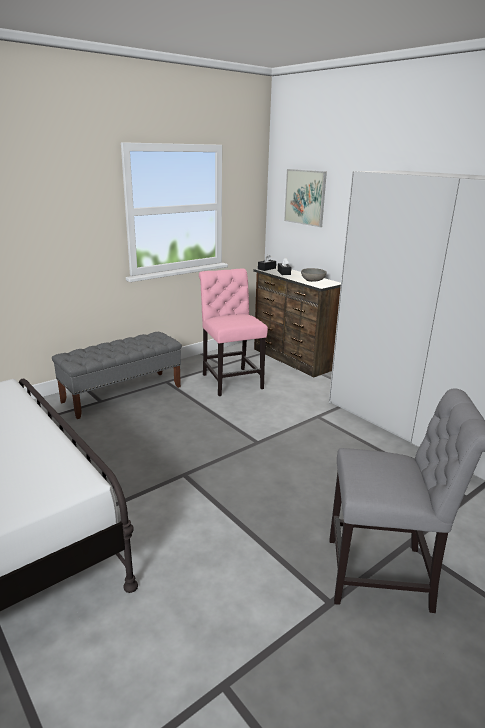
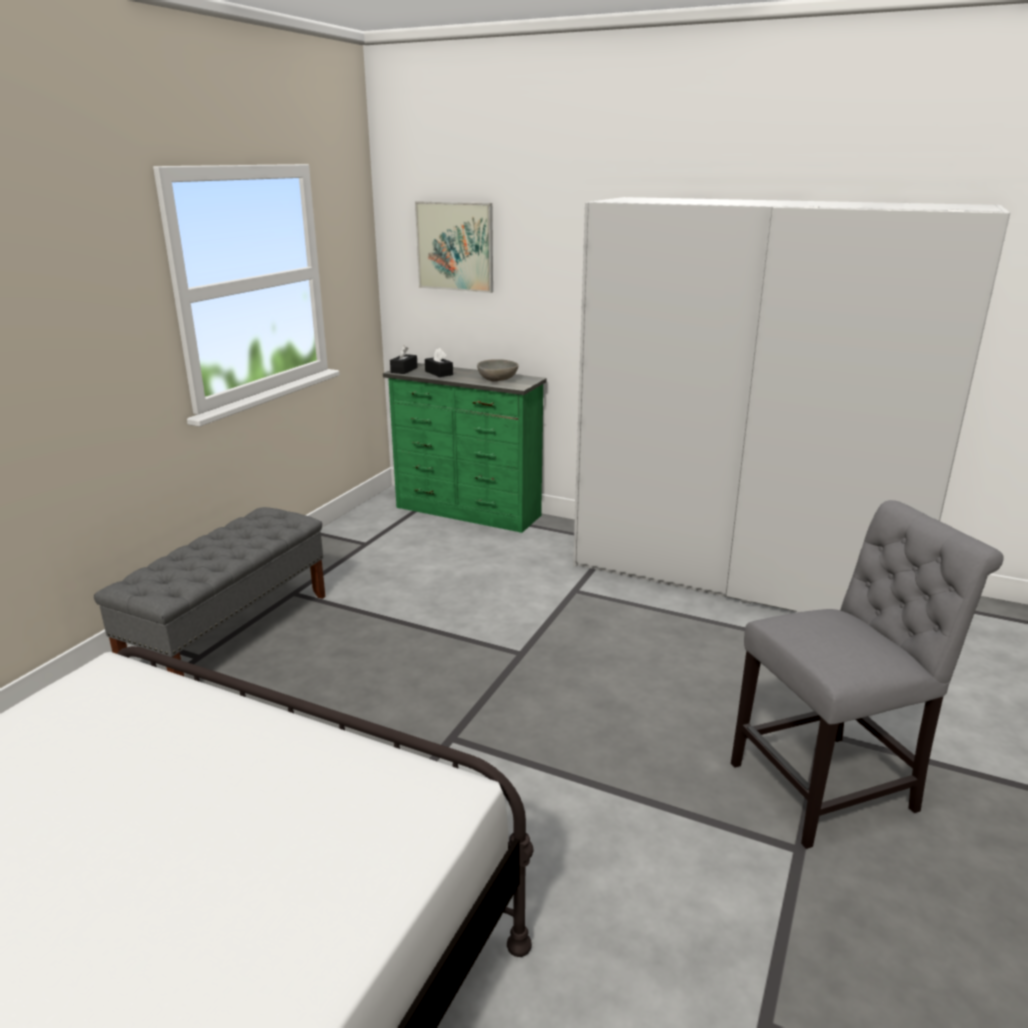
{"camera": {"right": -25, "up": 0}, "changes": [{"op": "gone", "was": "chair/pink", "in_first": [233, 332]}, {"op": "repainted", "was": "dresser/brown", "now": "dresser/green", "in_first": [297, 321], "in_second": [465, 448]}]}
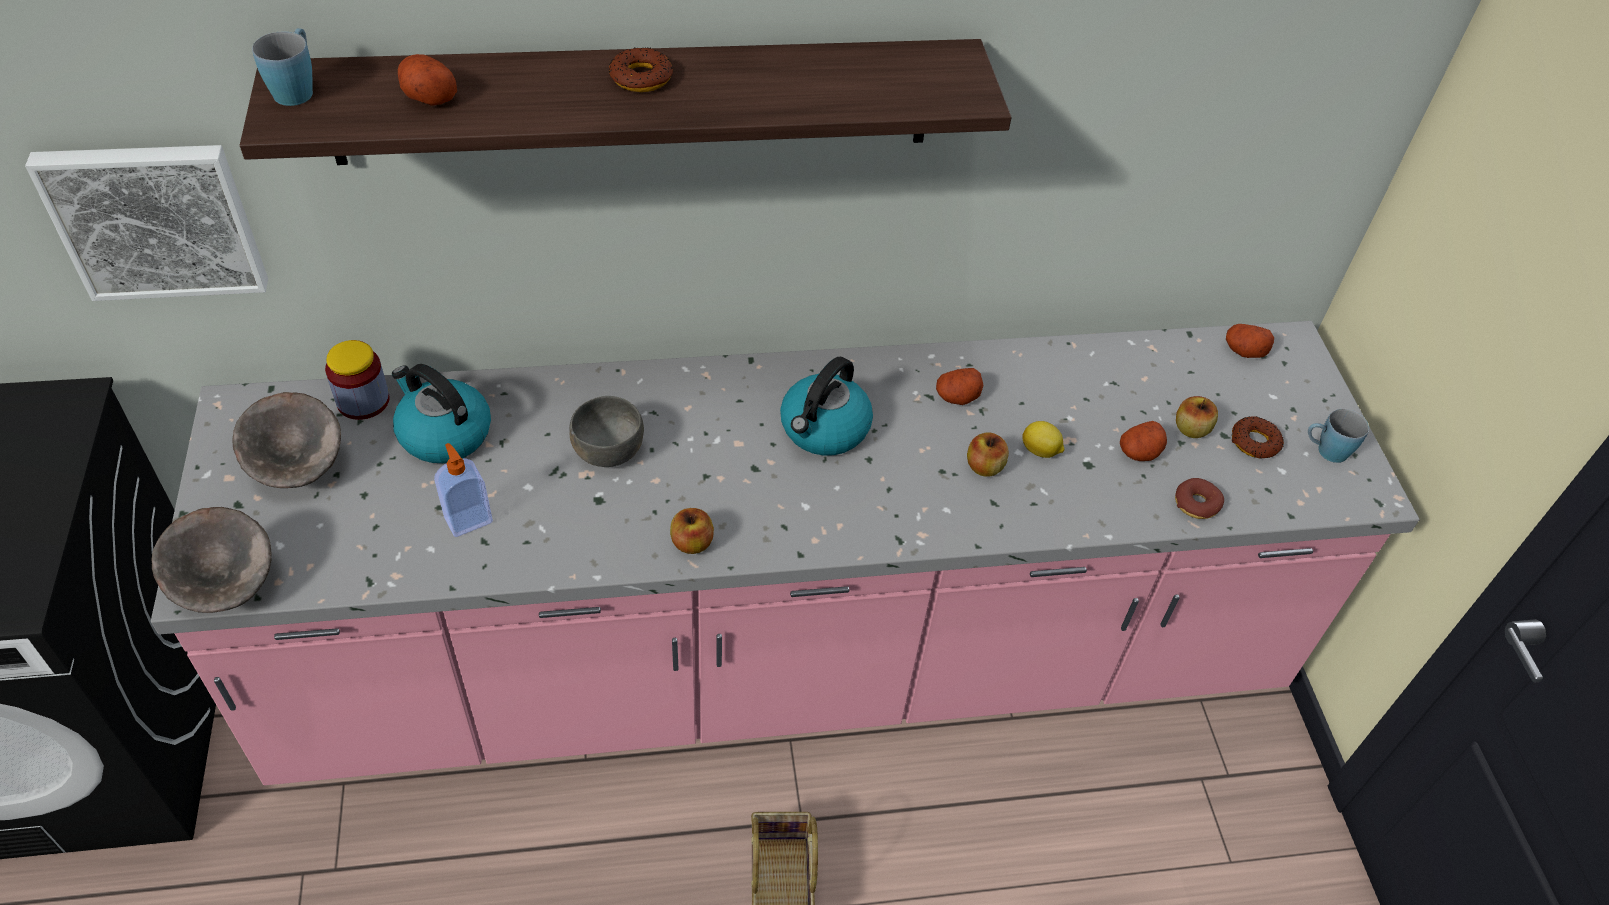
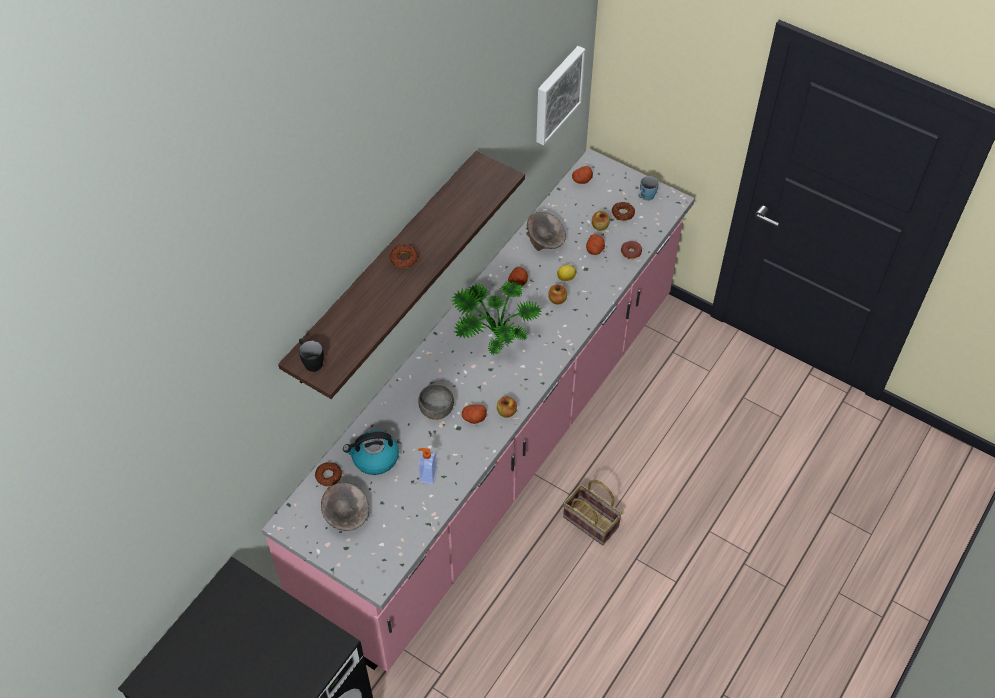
{"camera": {"right": -45, "up": 5}, "changes": [{"op": "shifted", "was": "picture", "in_first": [146, 223], "in_second": [560, 95]}, {"op": "shifted", "was": "bowl/grey", "in_first": [211, 560], "in_second": [546, 231]}, {"op": "shifted", "was": "potato", "in_first": [427, 80], "in_second": [474, 414]}, {"op": "swapped", "was": "jar", "now": "donut", "in_first": [357, 380], "in_second": [328, 474]}, {"op": "swapped", "was": "kettle", "now": "potted plant", "in_first": [826, 406], "in_second": [497, 318]}, {"op": "repainted", "was": "mug/blue", "now": "mug/black", "in_first": [282, 67], "in_second": [311, 355]}]}
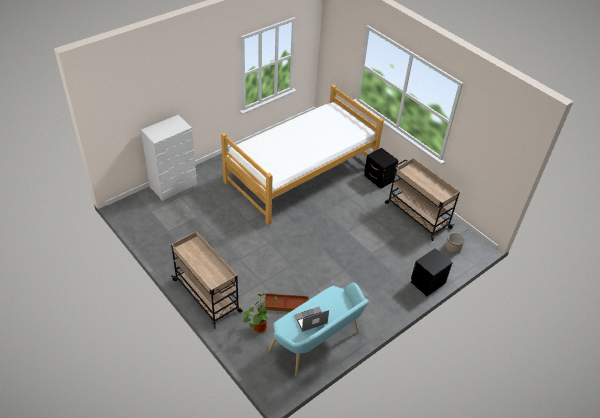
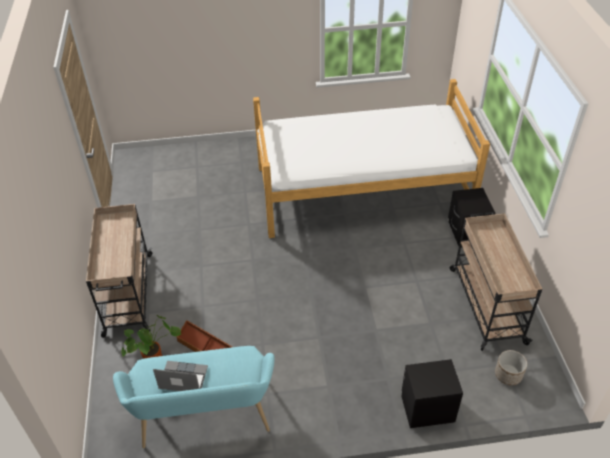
{"camera": {"right": 35, "up": 0}, "changes": [{"op": "gone", "was": "dresser/white", "in_first": [169, 158]}]}
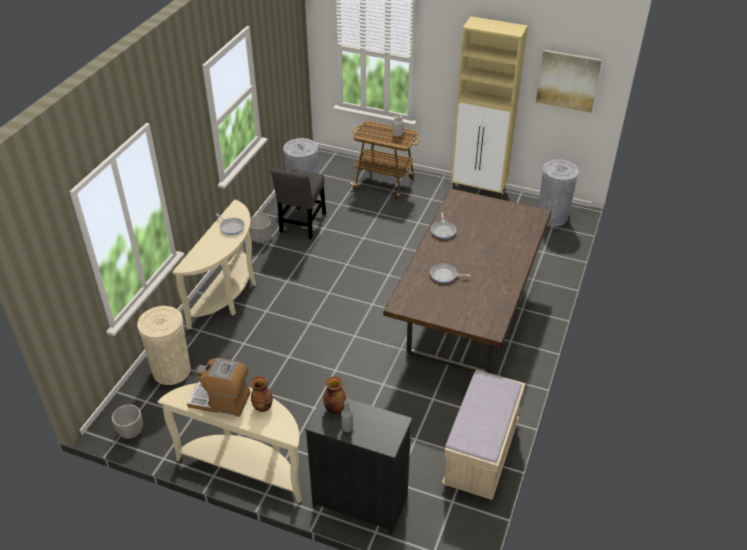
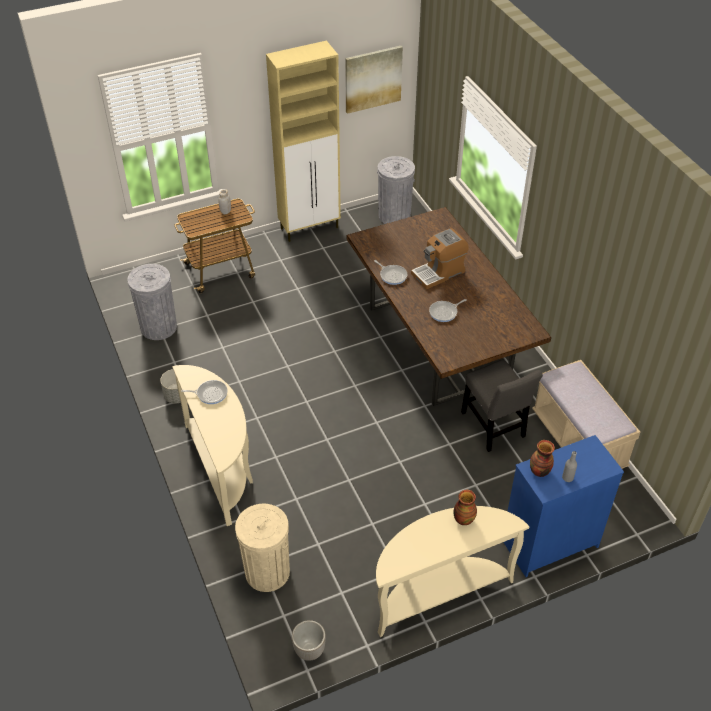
{"camera": {"right": -45, "up": 5}, "changes": [{"op": "shifted", "was": "coffee machine", "in_first": [218, 387], "in_second": [440, 258]}, {"op": "shifted", "was": "chair/grey", "in_first": [298, 203], "in_second": [502, 406]}, {"op": "repainted", "was": "dresser/black", "now": "dresser/blue", "in_first": [358, 465], "in_second": [563, 506]}]}
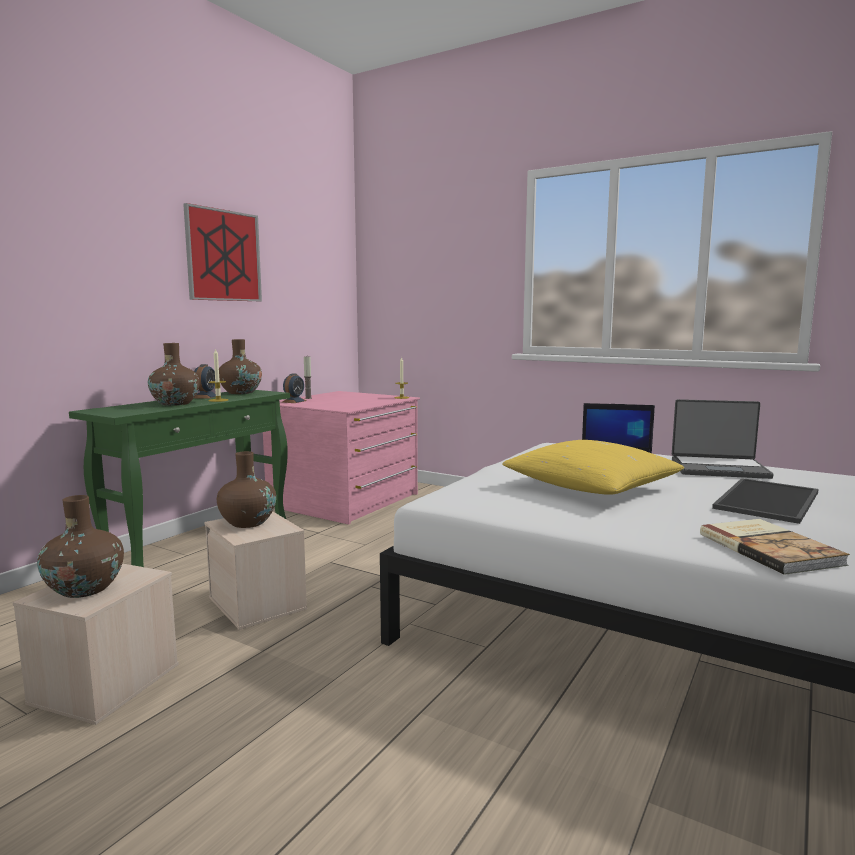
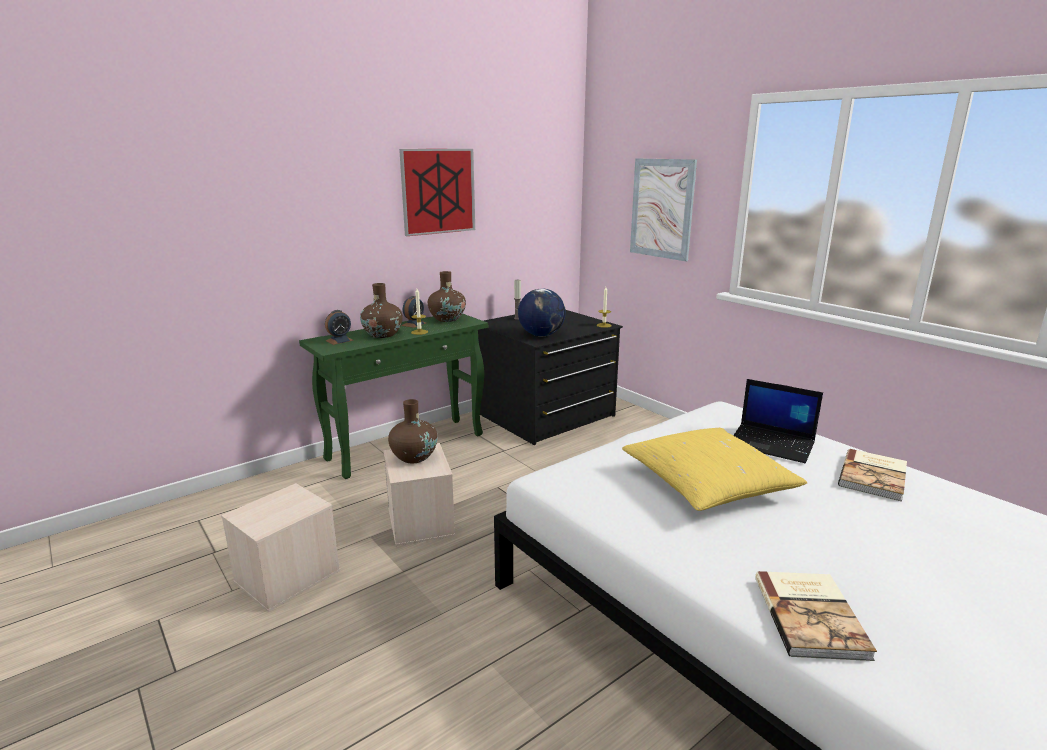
{"camera": {"right": 20, "up": 10}, "changes": [{"op": "gone", "was": "vase/brown", "in_first": [80, 546]}, {"op": "gone", "was": "tray", "in_first": [765, 501]}, {"op": "new", "now": "globe", "in_second": [542, 312]}, {"op": "new", "now": "picture", "in_second": [663, 209]}, {"op": "shifted", "was": "alarm clock", "in_first": [294, 388], "in_second": [339, 327]}, {"op": "swapped", "was": "laptop", "now": "book", "in_first": [723, 439], "in_second": [872, 475]}, {"op": "repainted", "was": "dresser/pink", "now": "dresser/black", "in_first": [341, 458], "in_second": [550, 377]}]}
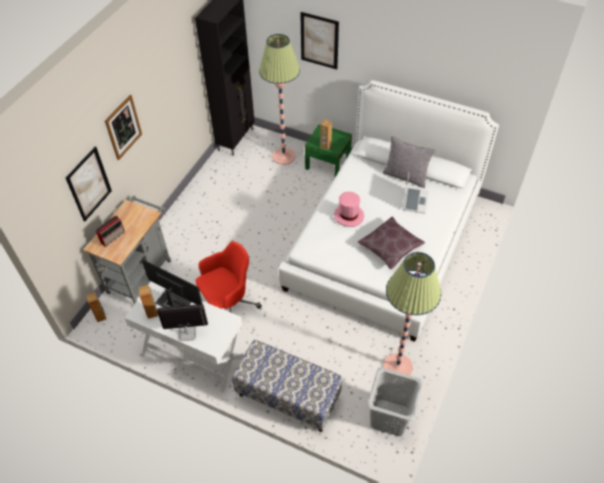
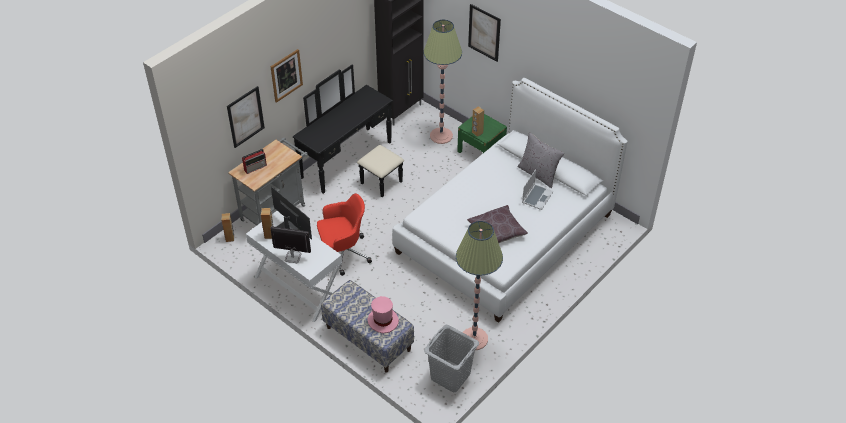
{"camera": {"right": 15, "up": -5}, "changes": [{"op": "new", "now": "dresser/black", "in_second": [348, 130]}, {"op": "shifted", "was": "hat/pink", "in_first": [349, 209], "in_second": [383, 315]}]}
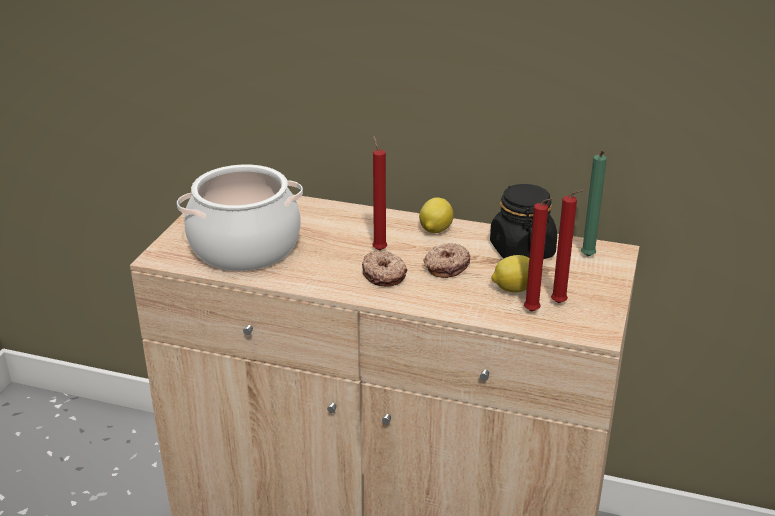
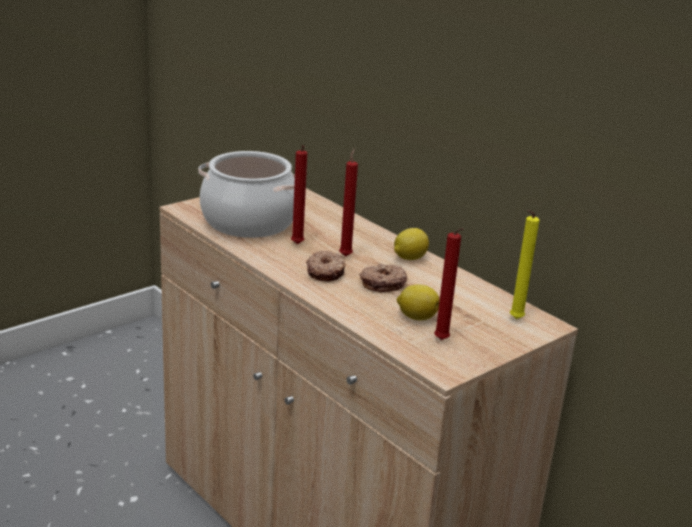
{"camera": {"right": 30, "up": -5}, "changes": [{"op": "gone", "was": "jar/black", "in_first": [523, 221]}, {"op": "shifted", "was": "candle/red", "in_first": [538, 255], "in_second": [299, 194]}, {"op": "repainted", "was": "candle/green", "now": "candle/yellow", "in_first": [594, 203], "in_second": [524, 264]}]}
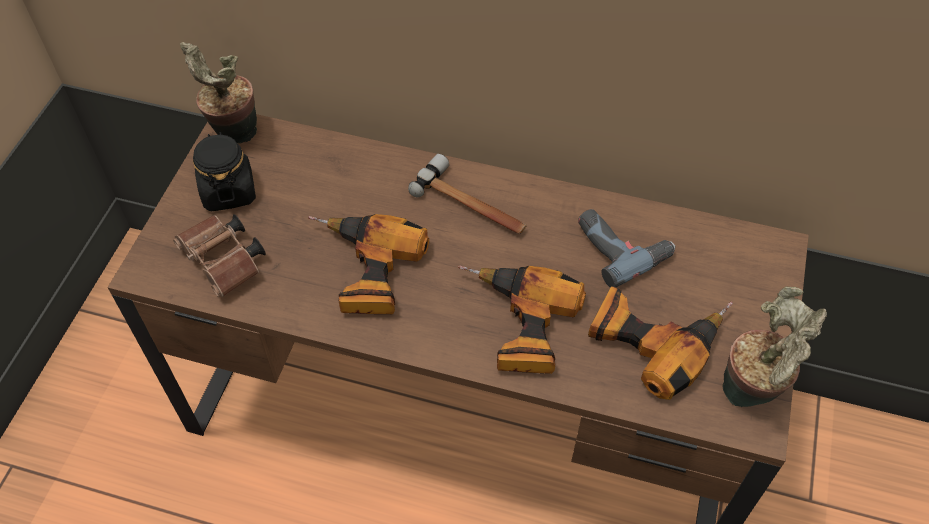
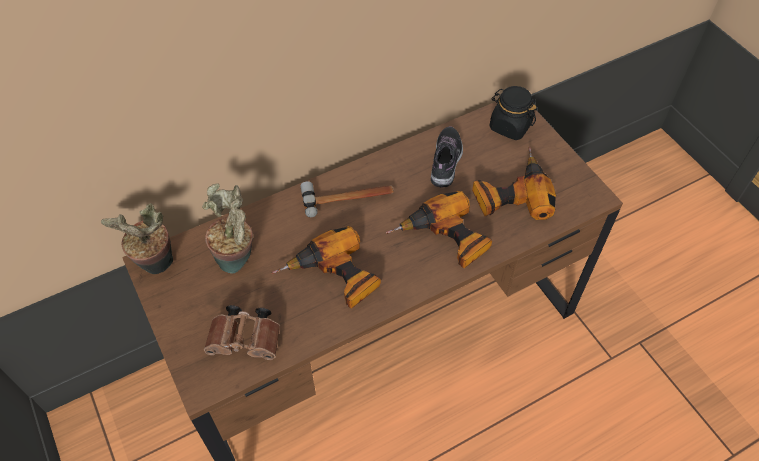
{"camera": {"right": -45, "up": 0}, "changes": [{"op": "shifted", "was": "jar/black", "in_first": [224, 171], "in_second": [513, 113]}, {"op": "shifted", "was": "potted plant", "in_first": [774, 346], "in_second": [227, 228]}, {"op": "swapped", "was": "power drill", "now": "shoe", "in_first": [627, 248], "in_second": [447, 157]}]}
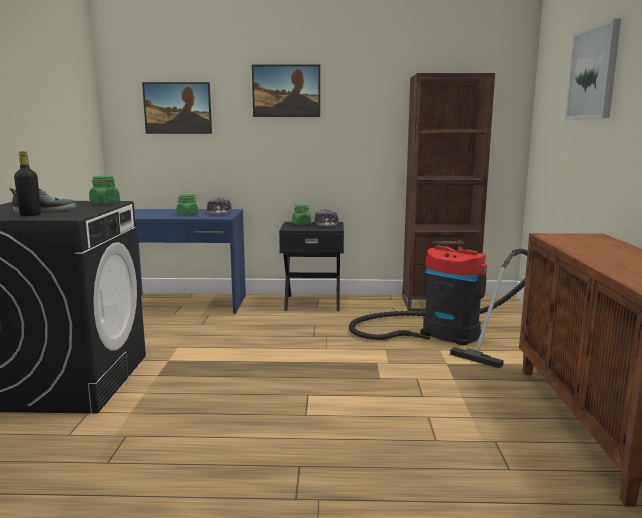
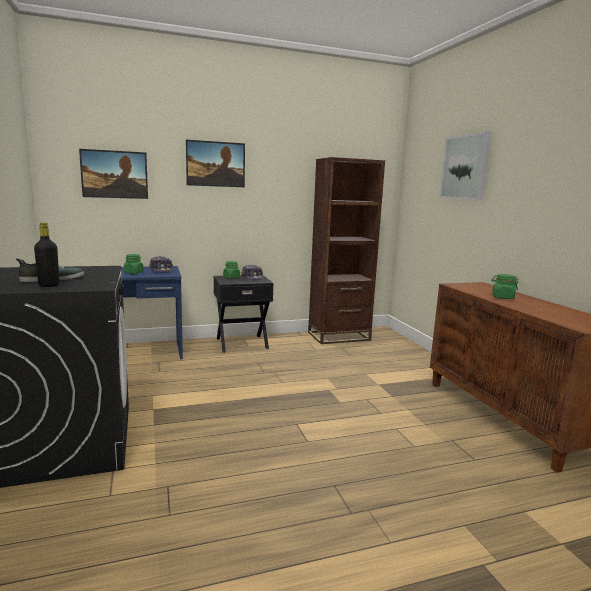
{"camera": {"right": -20, "up": 0}, "changes": [{"op": "gone", "was": "vacuum cleaner", "in_first": [438, 306]}, {"op": "shifted", "was": "jar/green", "in_first": [104, 190], "in_second": [504, 286]}]}
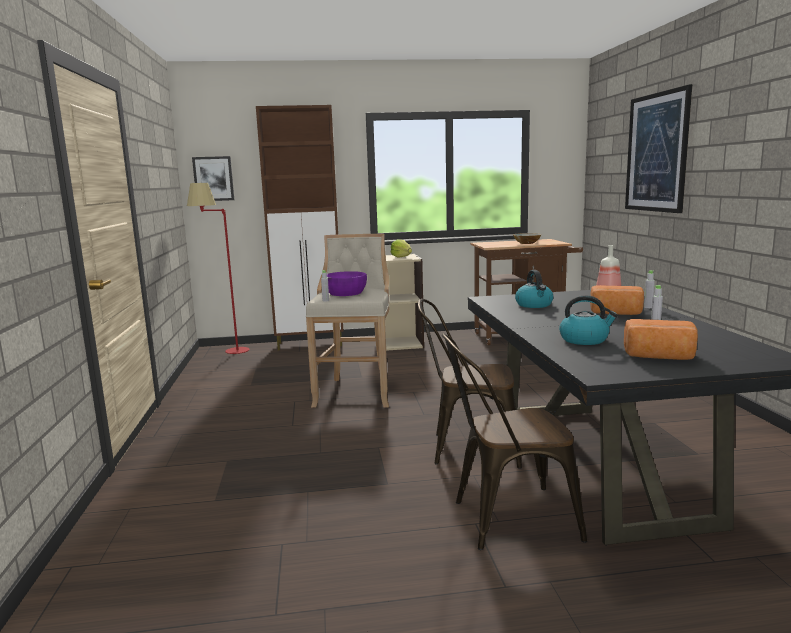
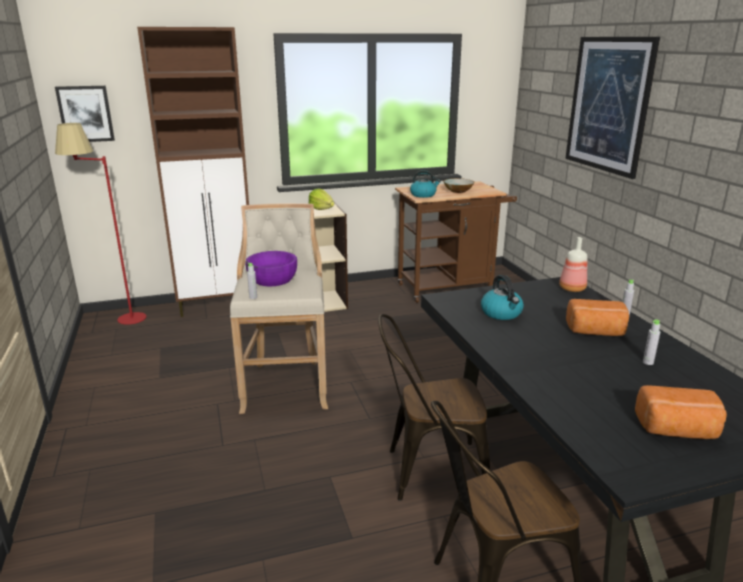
{"camera": {"right": -10, "up": 10}, "changes": [{"op": "shifted", "was": "kettle", "in_first": [588, 320], "in_second": [425, 184]}]}
